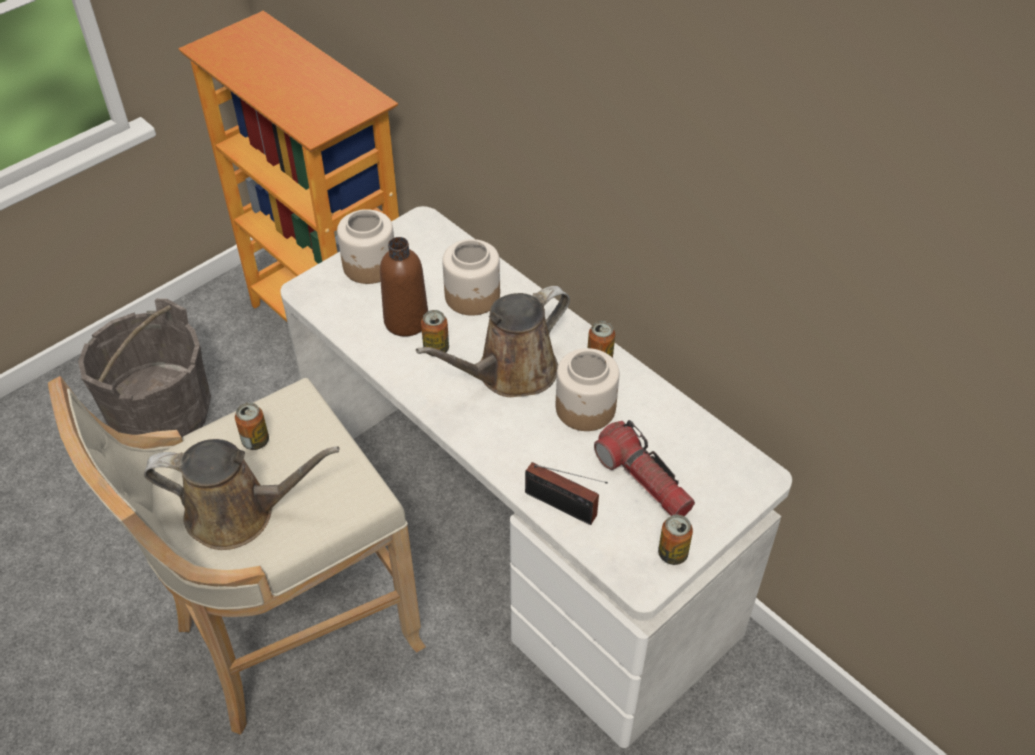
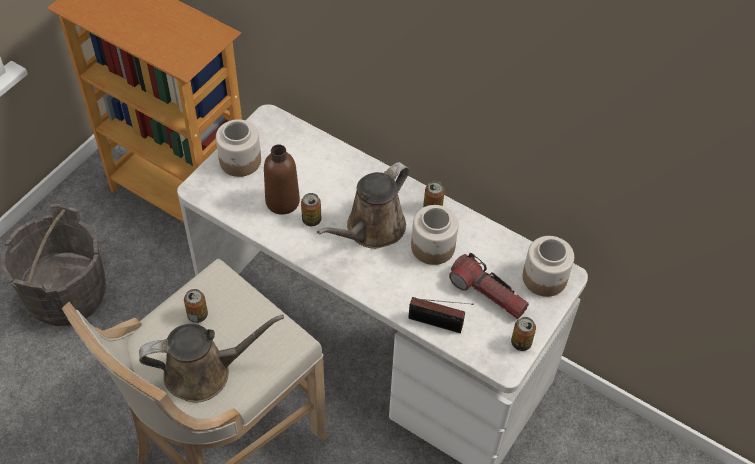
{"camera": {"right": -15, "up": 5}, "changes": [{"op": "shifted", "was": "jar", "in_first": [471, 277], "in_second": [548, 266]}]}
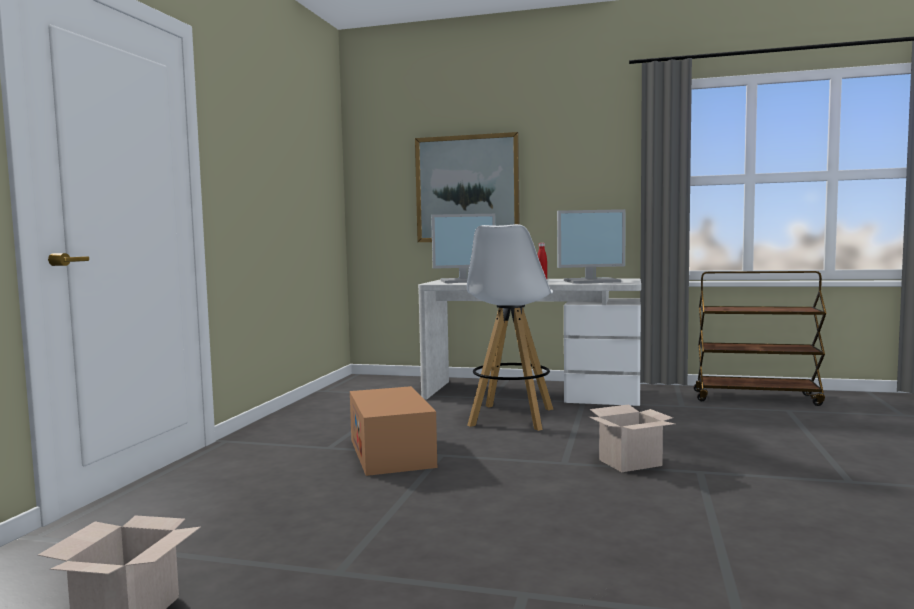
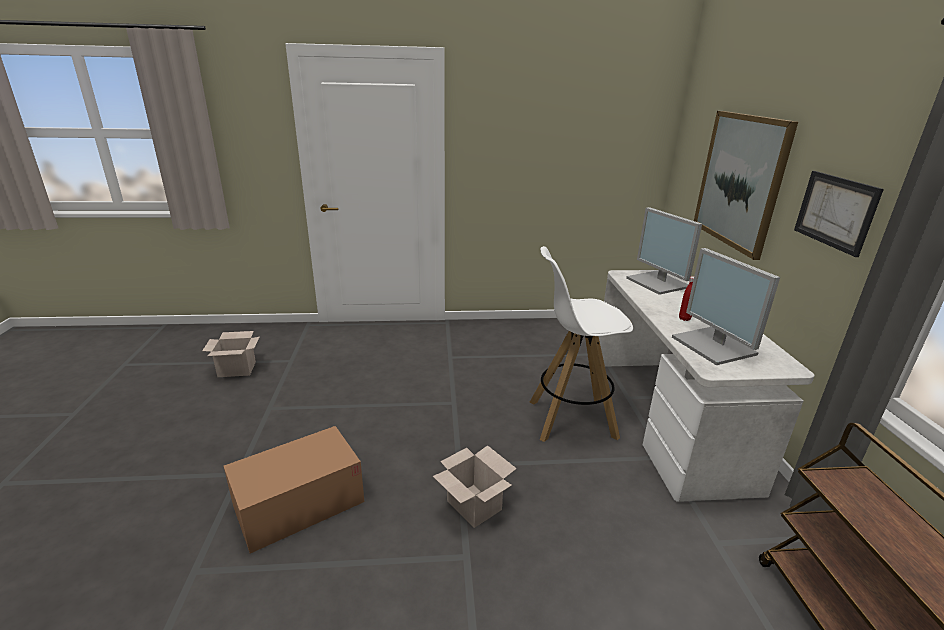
{"camera": {"right": 70, "up": 20}, "changes": [{"op": "new", "now": "picture", "in_second": [839, 214]}, {"op": "shifted", "was": "cardboard box", "in_first": [393, 431], "in_second": [294, 489]}]}
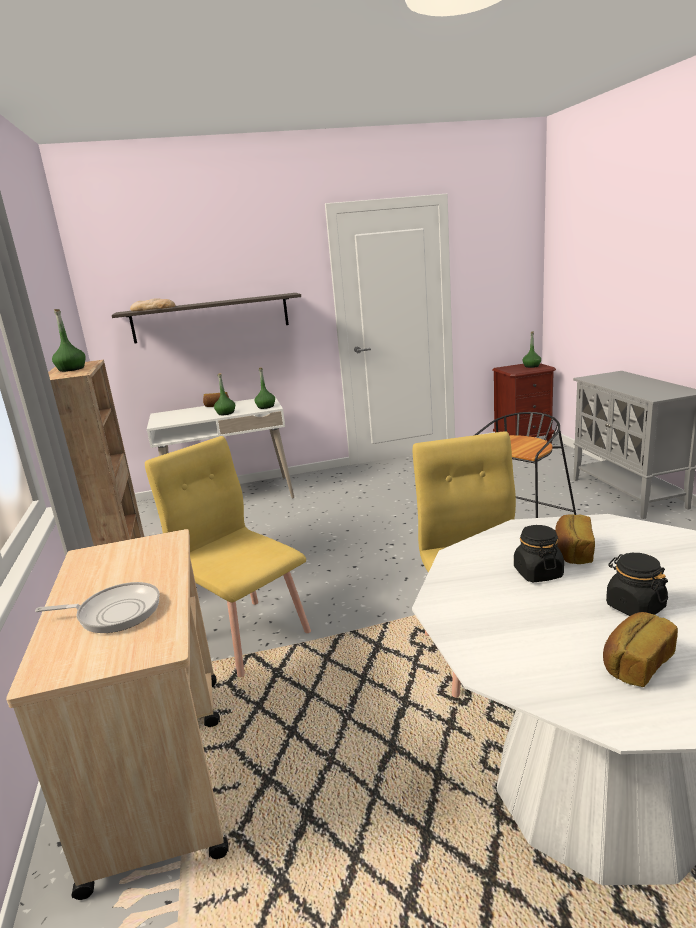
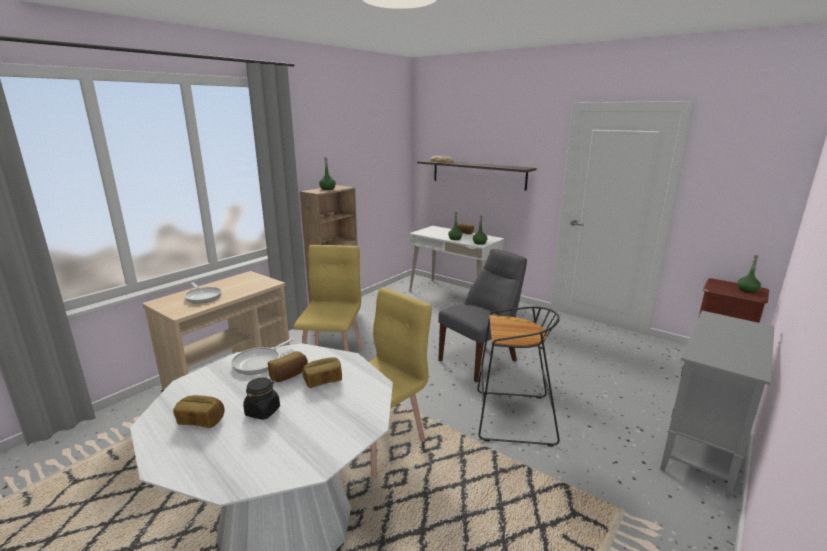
{"camera": {"right": 50, "up": 0}, "changes": [{"op": "new", "now": "frying pan", "in_second": [262, 357]}, {"op": "new", "now": "chair/grey", "in_second": [482, 315]}, {"op": "swapped", "was": "jar/black", "now": "bread", "in_first": [539, 553], "in_second": [288, 366]}]}
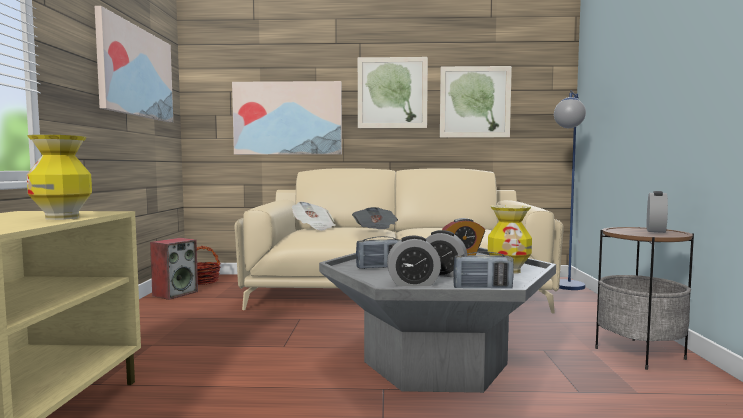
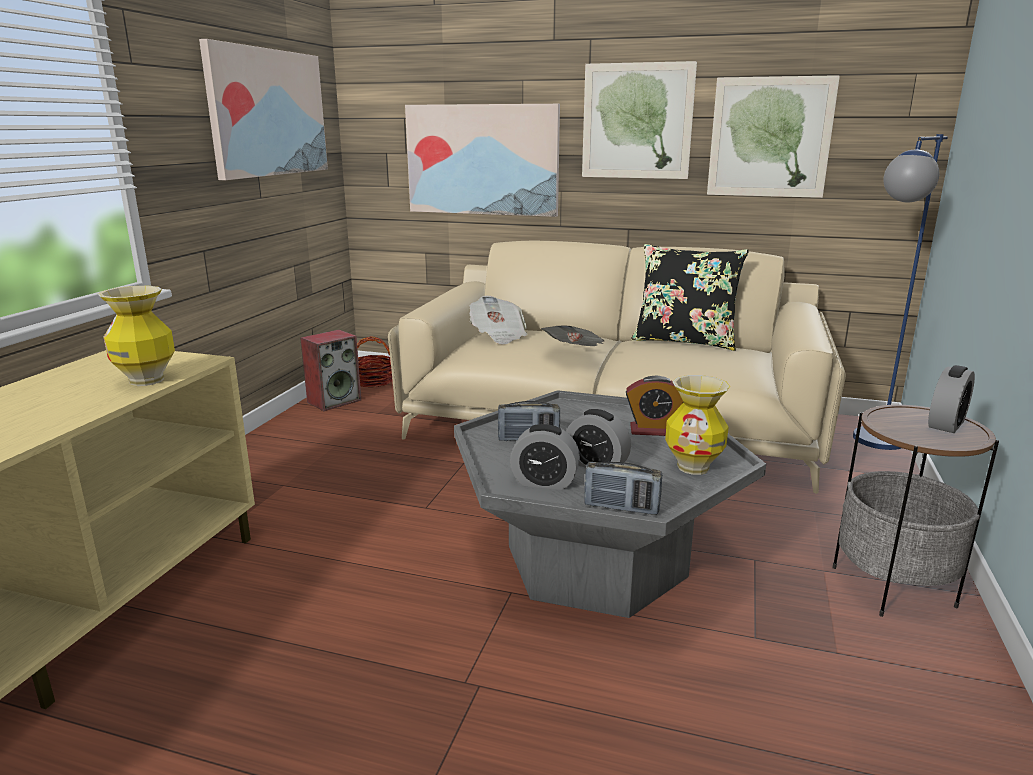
{"camera": {"right": 15, "up": 15}, "changes": [{"op": "new", "now": "pillow/black", "in_second": [690, 297]}]}
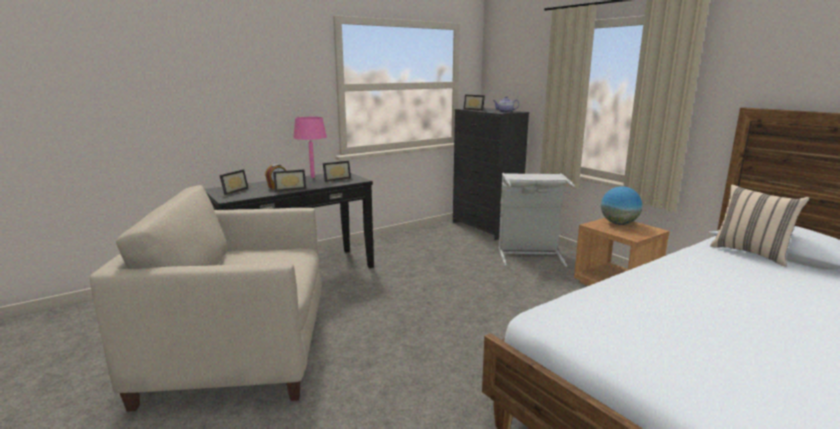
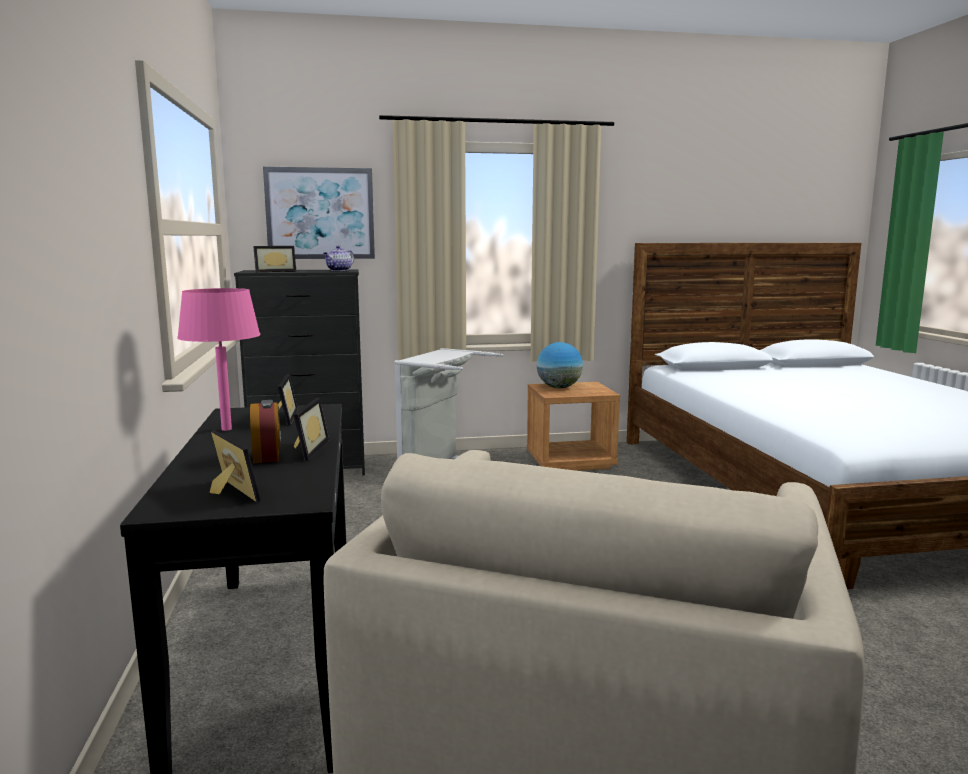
{"camera": {"right": -65, "up": -5}, "changes": [{"op": "gone", "was": "pillow/beige", "in_first": [759, 226]}, {"op": "new", "now": "picture", "in_second": [319, 213]}]}
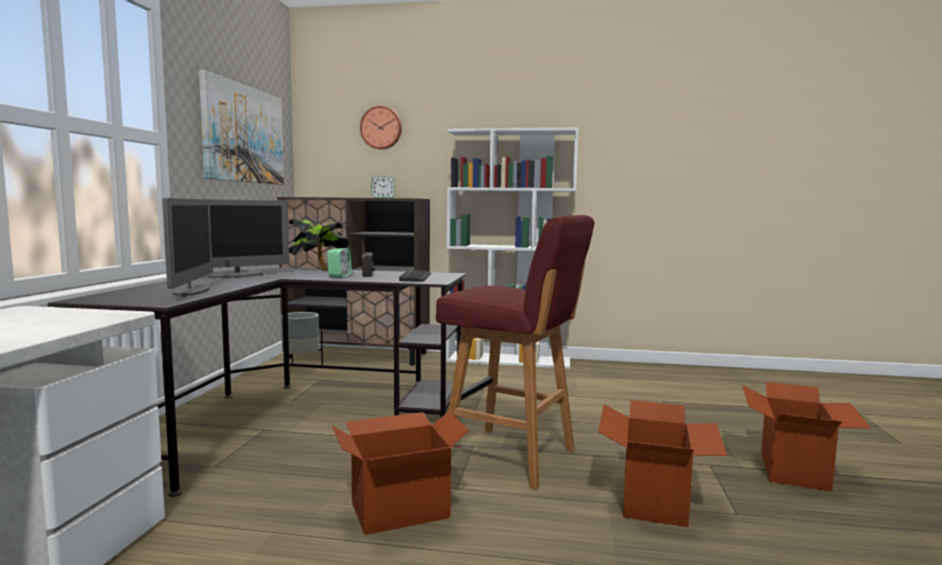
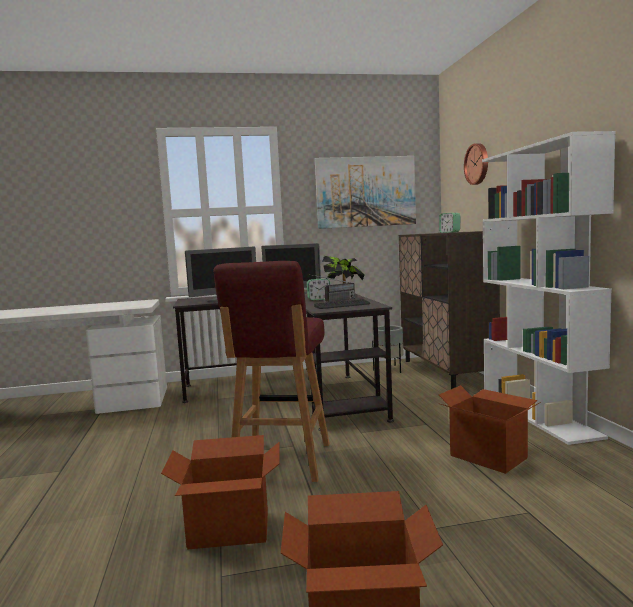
{"camera": {"right": 70, "up": 0}, "changes": [{"op": "shifted", "was": "cardboard box", "in_first": [400, 473], "in_second": [489, 429]}]}
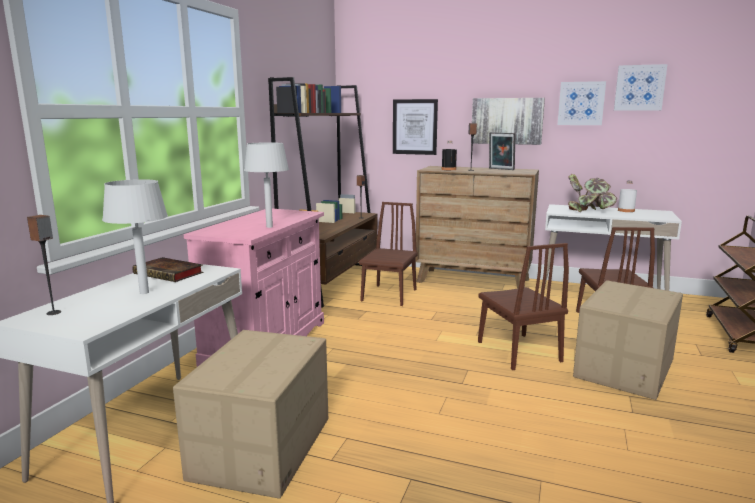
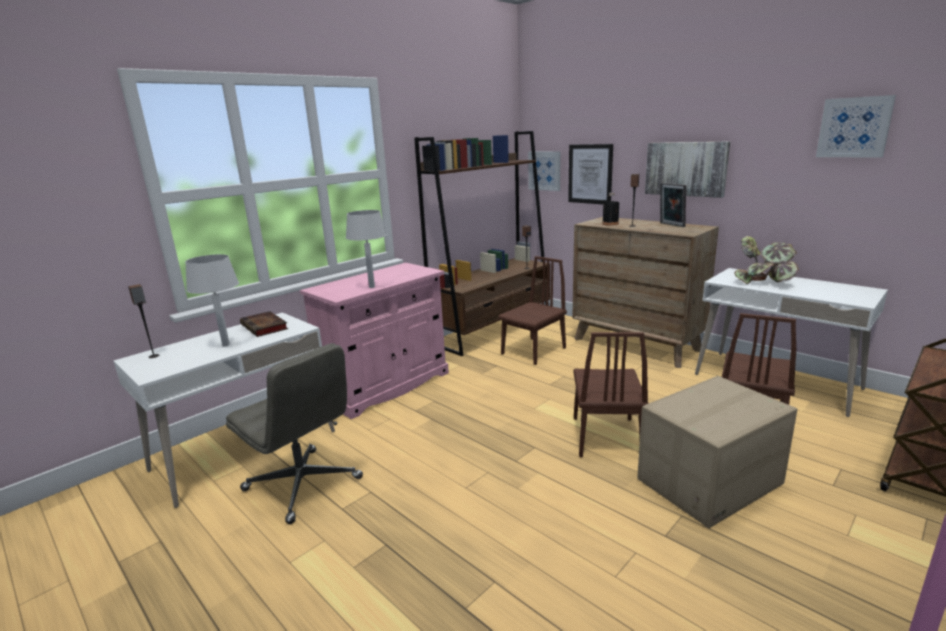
{"camera": {"right": 25, "up": 5}, "changes": [{"op": "gone", "was": "bottle/white", "in_first": [627, 196]}, {"op": "shifted", "was": "picture", "in_first": [582, 103], "in_second": [544, 171]}, {"op": "swapped", "was": "cardboard box", "now": "office chair/grey", "in_first": [250, 414], "in_second": [294, 433]}]}
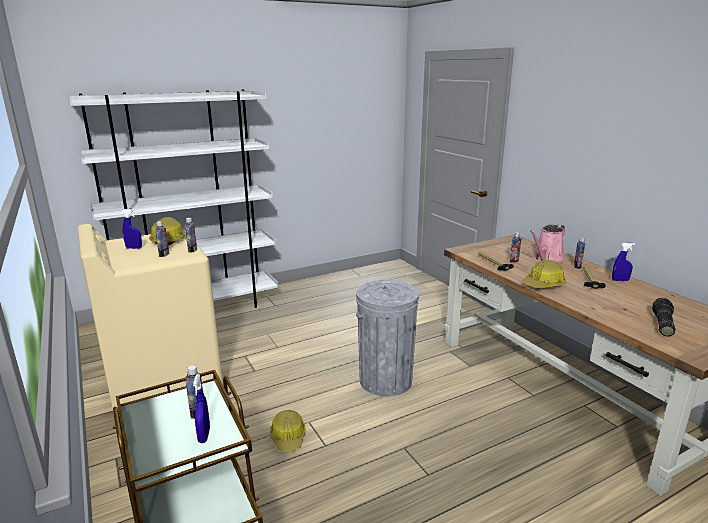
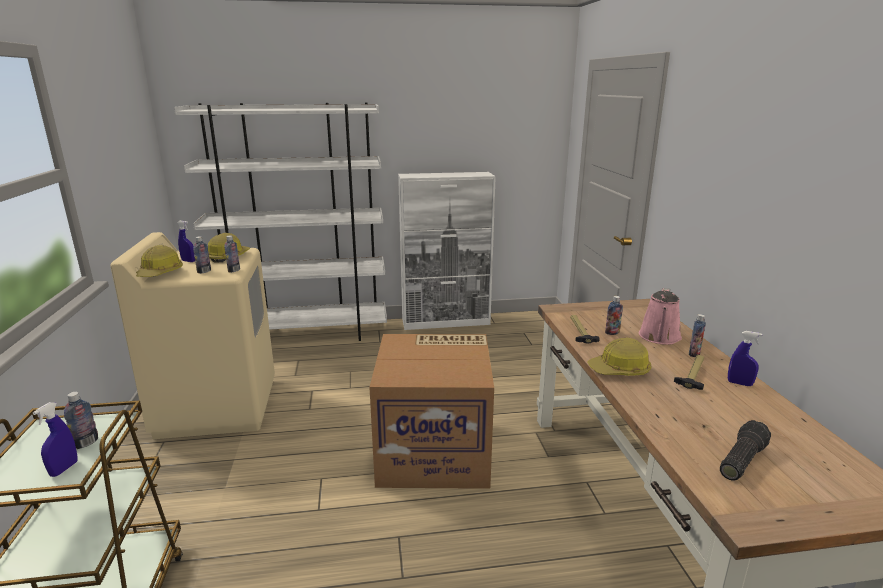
{"camera": {"right": 20, "up": 0}, "changes": [{"op": "new", "now": "cabinet/white", "in_second": [447, 251]}, {"op": "shifted", "was": "hard hat", "in_first": [288, 430], "in_second": [159, 261]}, {"op": "swapped", "was": "trash can/grey", "now": "cardboard box", "in_first": [387, 338], "in_second": [431, 411]}, {"op": "rotated", "was": "watering can/pink", "in_first": [547, 244], "in_second": [660, 316], "clockwise": -45}]}
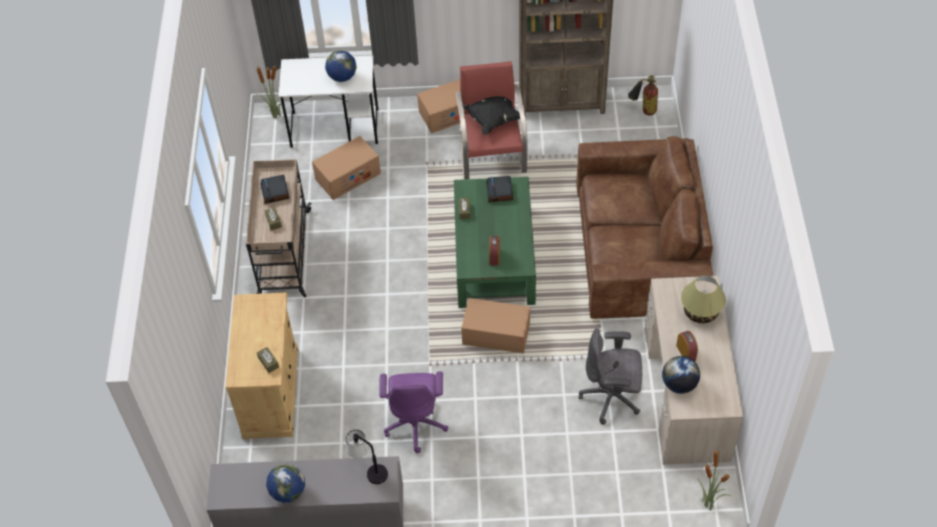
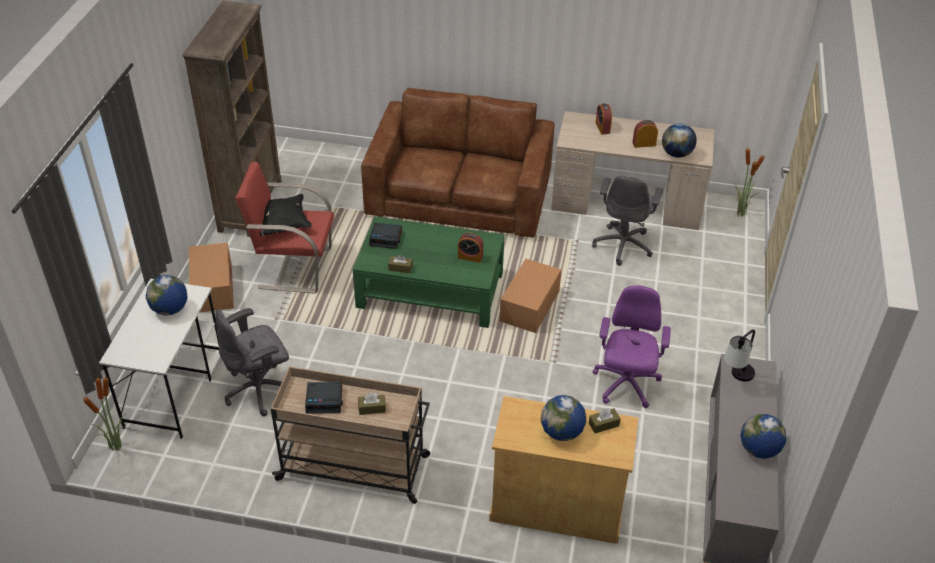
{"camera": {"right": -80, "up": -10}, "changes": [{"op": "gone", "was": "fire extinguisher", "in_first": [643, 95]}, {"op": "new", "now": "globe", "in_second": [563, 418]}, {"op": "swapped", "was": "cardboard box", "now": "office chair/grey", "in_first": [346, 168], "in_second": [252, 362]}, {"op": "swapped", "was": "table lamp", "now": "alarm clock", "in_first": [703, 299], "in_second": [604, 119]}, {"op": "rotated", "was": "office chair/purple", "in_first": [414, 412], "in_second": [631, 347], "clockwise": -90}]}
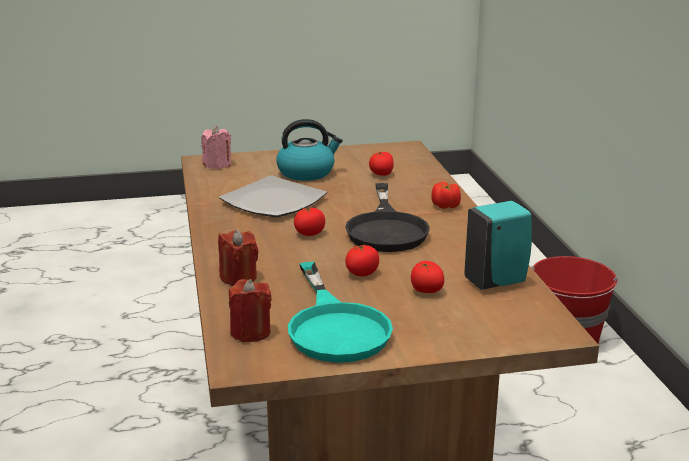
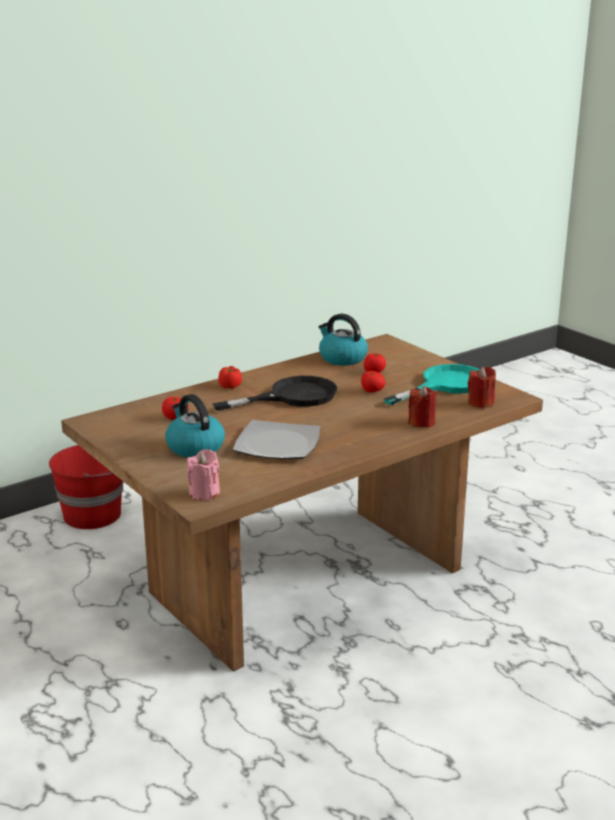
{"camera": {"right": -115, "up": 0}, "changes": [{"op": "gone", "was": "tomato", "in_first": [309, 221]}, {"op": "swapped", "was": "soap dispenser/turquoise", "now": "kettle", "in_first": [498, 245], "in_second": [343, 339]}]}
